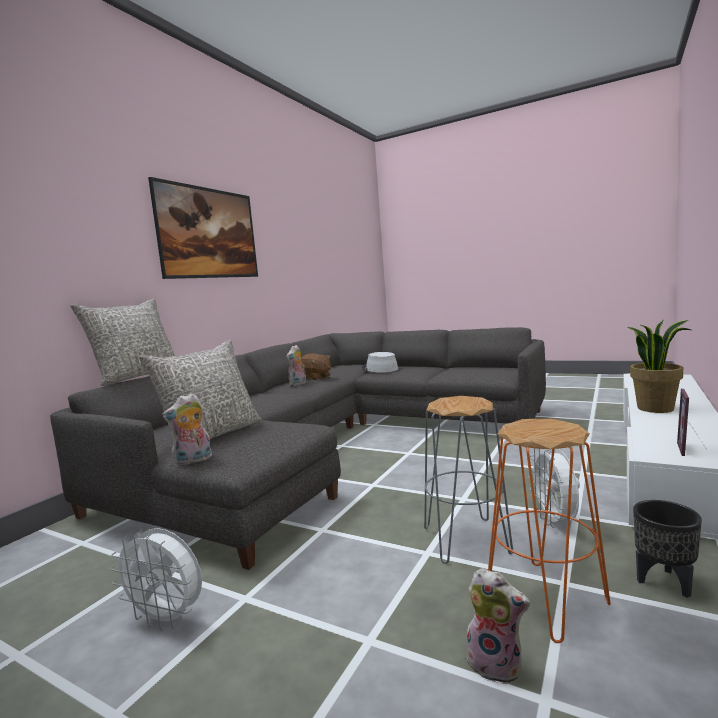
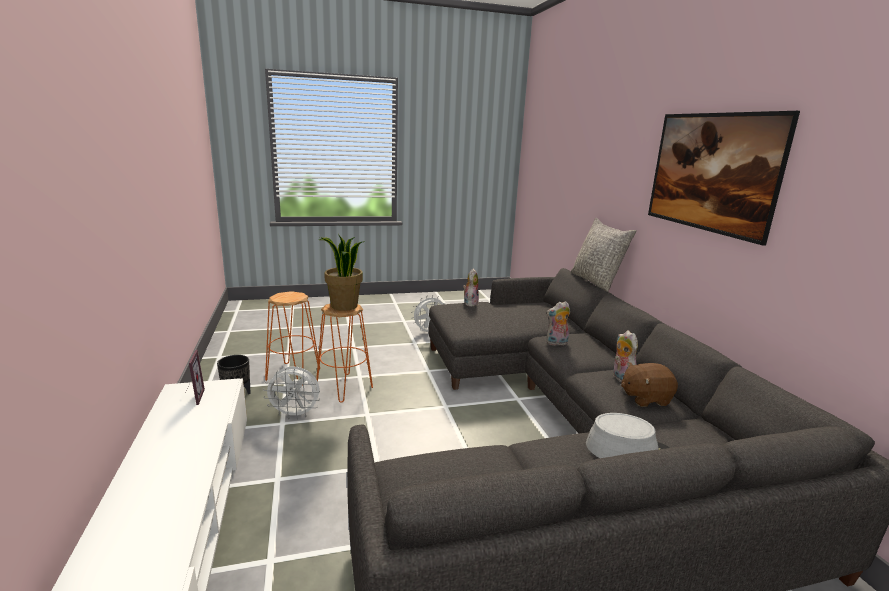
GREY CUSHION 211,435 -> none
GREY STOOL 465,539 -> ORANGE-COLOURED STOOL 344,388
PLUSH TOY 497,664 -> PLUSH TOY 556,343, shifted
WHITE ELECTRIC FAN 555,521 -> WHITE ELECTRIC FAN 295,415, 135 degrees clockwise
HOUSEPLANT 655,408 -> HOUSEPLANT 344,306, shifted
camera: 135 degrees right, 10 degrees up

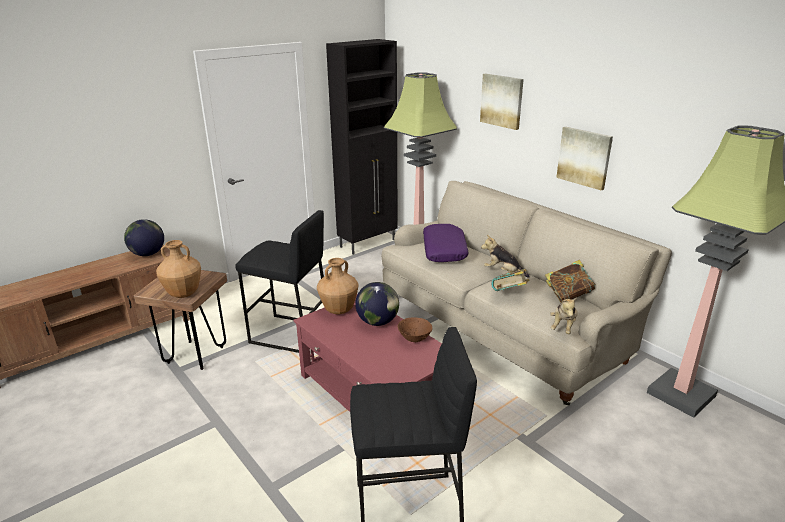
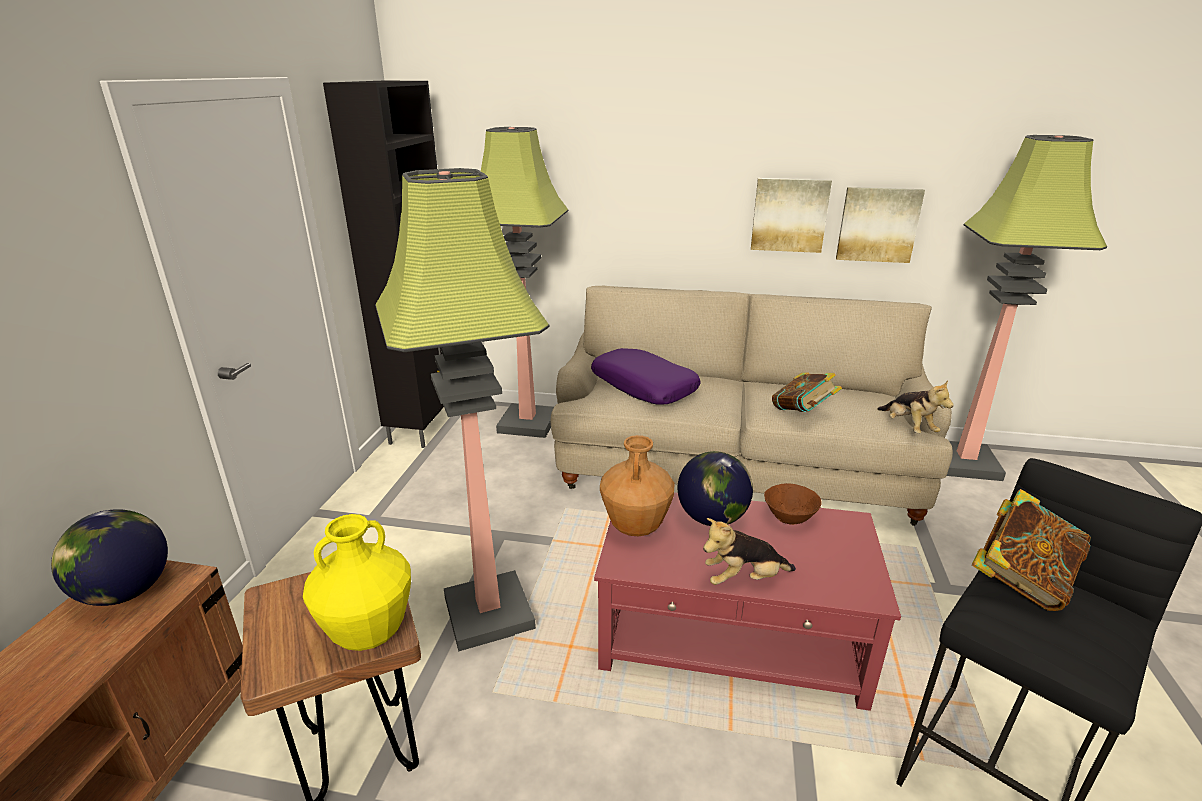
BROWN-COLOURED VASE 183,294 -> YELLOW VASE 368,634
BLACKISH STOOL 290,334 -> STANDING LAMP 490,613
PICTURE 502,101 -> PICTURE 878,224, shifted
PLUSH TOY 503,272 -> PLUSH TOY 743,579, shifted
BOUND BOOK 568,296 -> BOUND BOOK 1021,580, shifted
camera: 40 degrees left, 0 degrees up

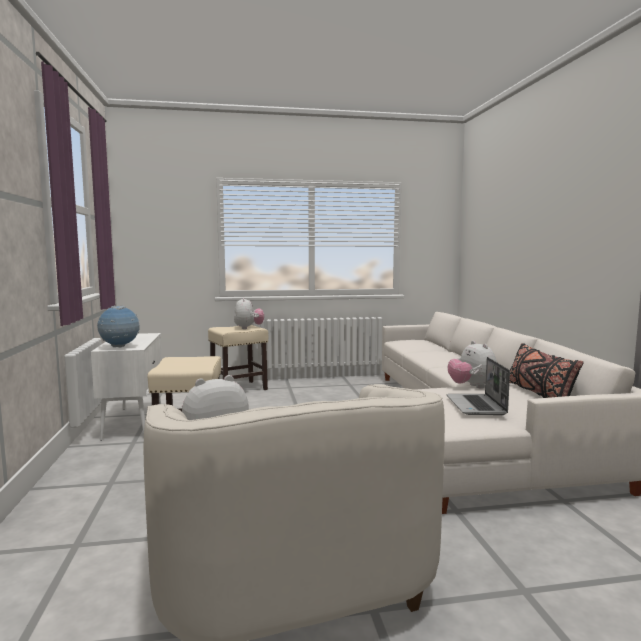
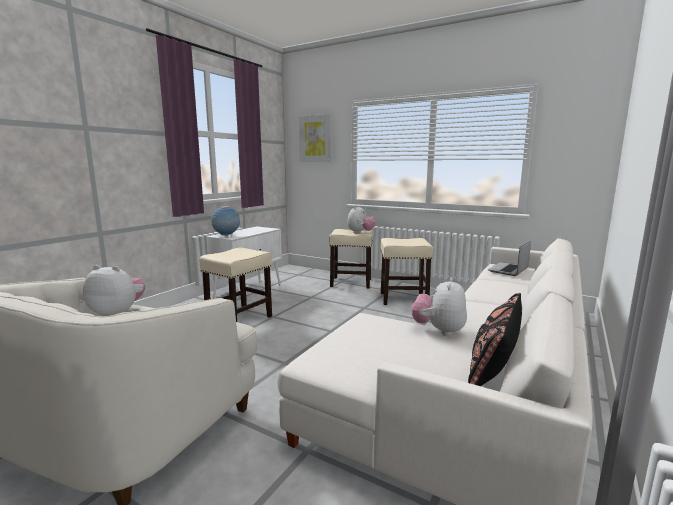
PORTABLE COMPUTER 476,406 -> PORTABLE COMPUTER 508,270, shifted
none -> PICTURE 315,139
none -> BEIGE-COLOURED STOOL 403,299
camera: 40 degrees right, 5 degrees up

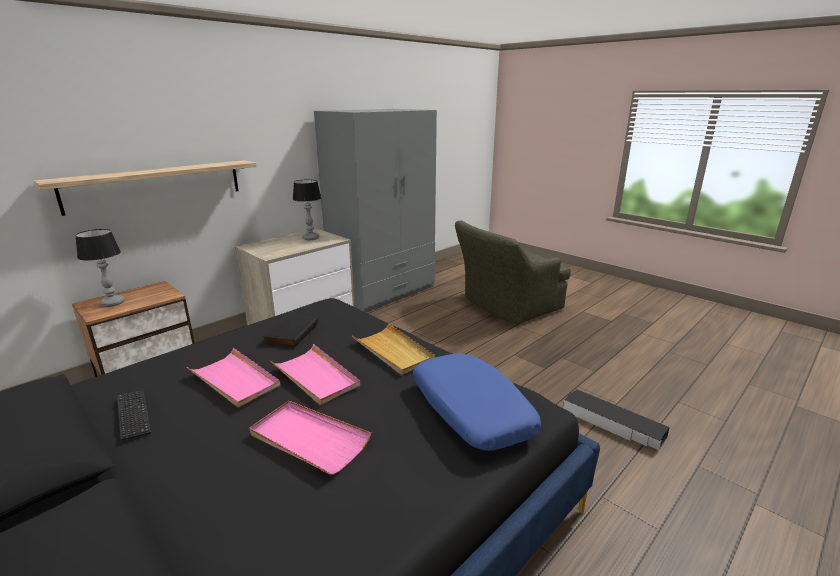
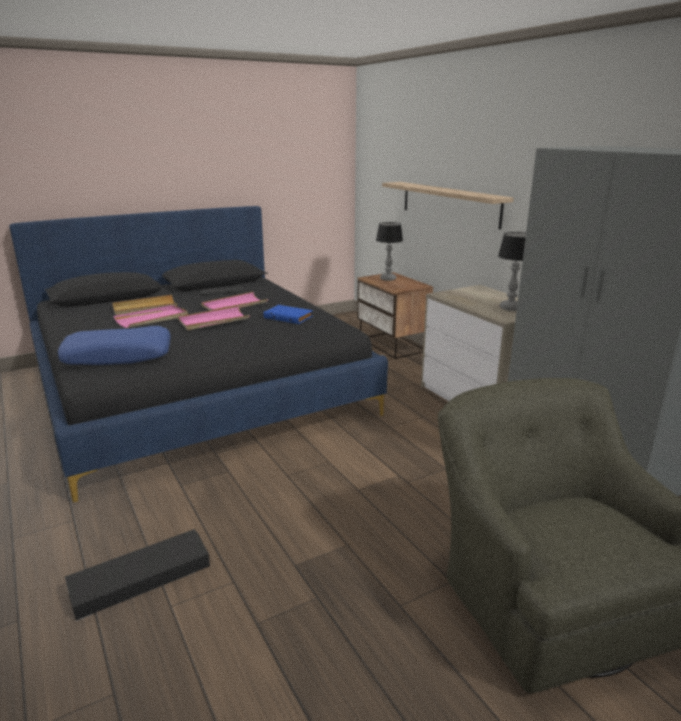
BLACKISH BOUND BOOK 290,333 -> BLUE BOUND BOOK 289,317
BEIGE-COLOURED CARRYING TRAY 393,351 -> BEIGE-COLOURED CARRYING TRAY 144,307, shifted
camera: 105 degrees right, 0 degrees up

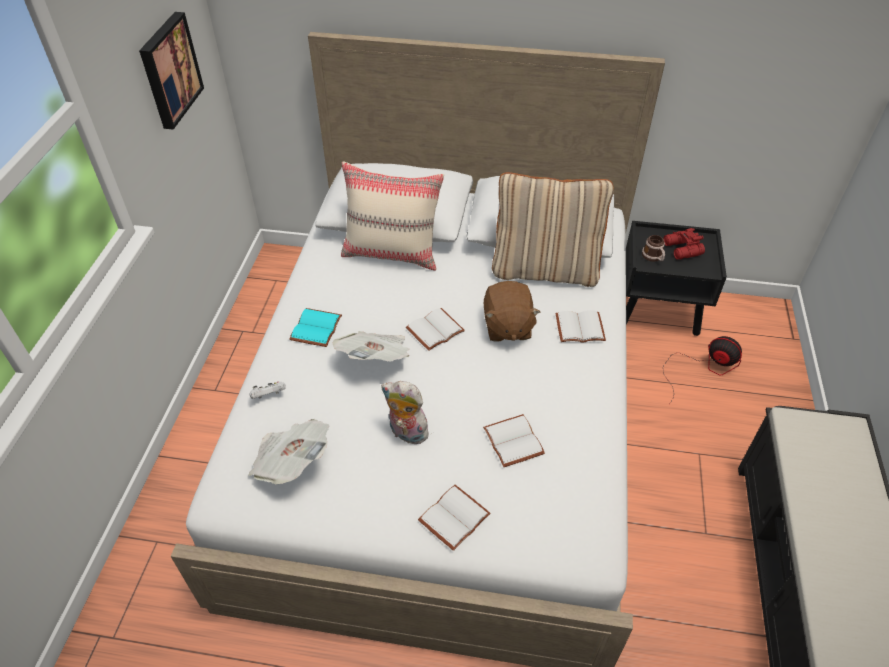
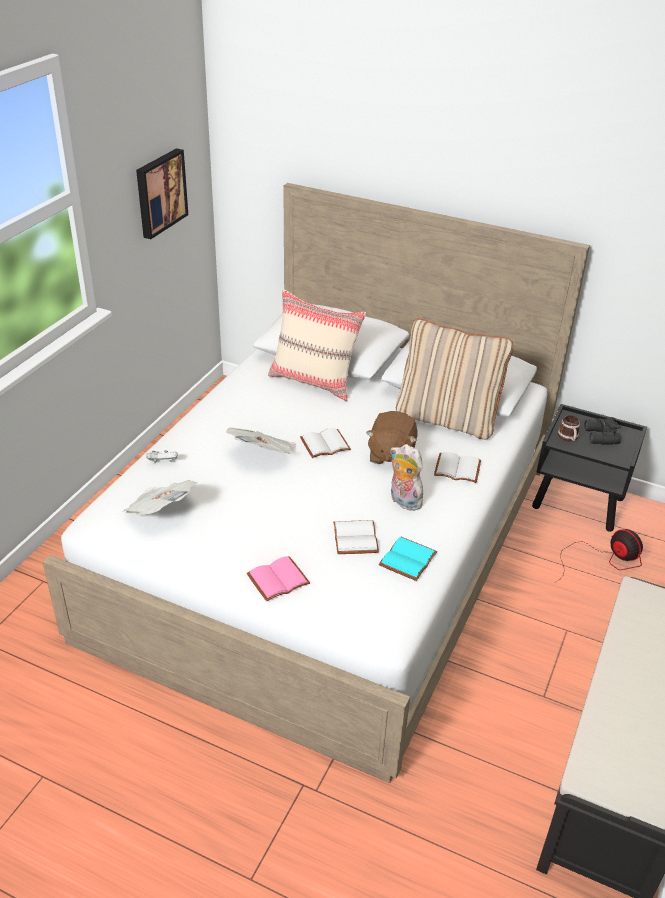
TURQUOISE BOUND BOOK 317,329 -> TURQUOISE BOUND BOOK 409,560, shifted
PLUSH TOY 406,433 -> PLUSH TOY 403,501, shifted
WHITE BOUND BOOK 453,516 -> PINKISH BOUND BOOK 278,578
RED-COLOURED FIELD GLASSES 682,249 -> BLACKISH FIELD GLASSES 600,437
camera: 15 degrees right, 10 degrees down

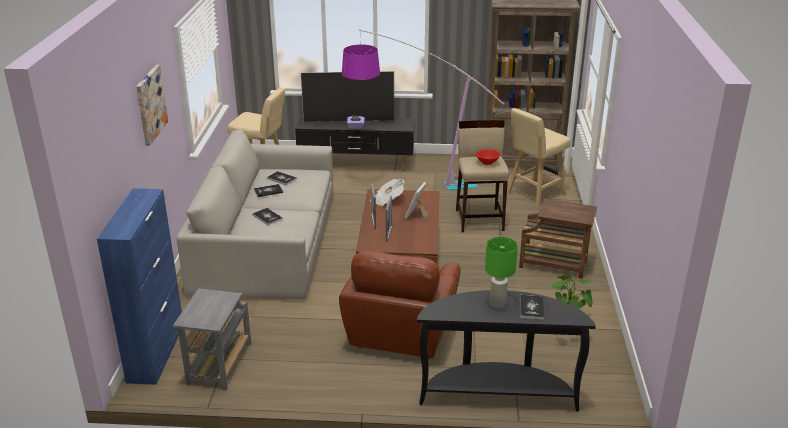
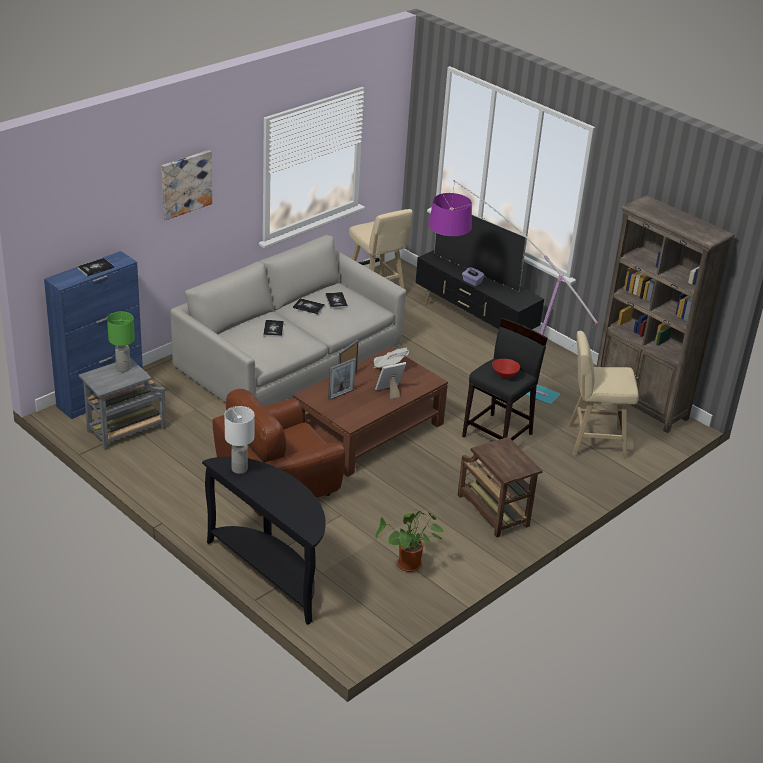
BEIGE-COLOURED STOOL 480,220 -> BLACKISH STOOL 498,435
GREEN TABLETOP LAMP 497,303 -> GREEN TABLETOP LAMP 123,368, shifted
BOUND BOOK 531,308 -> BOUND BOOK 95,268, shifted
none -> WHITE TABLETOP LAMP 240,469
camera: 40 degrees right, 5 degrees up

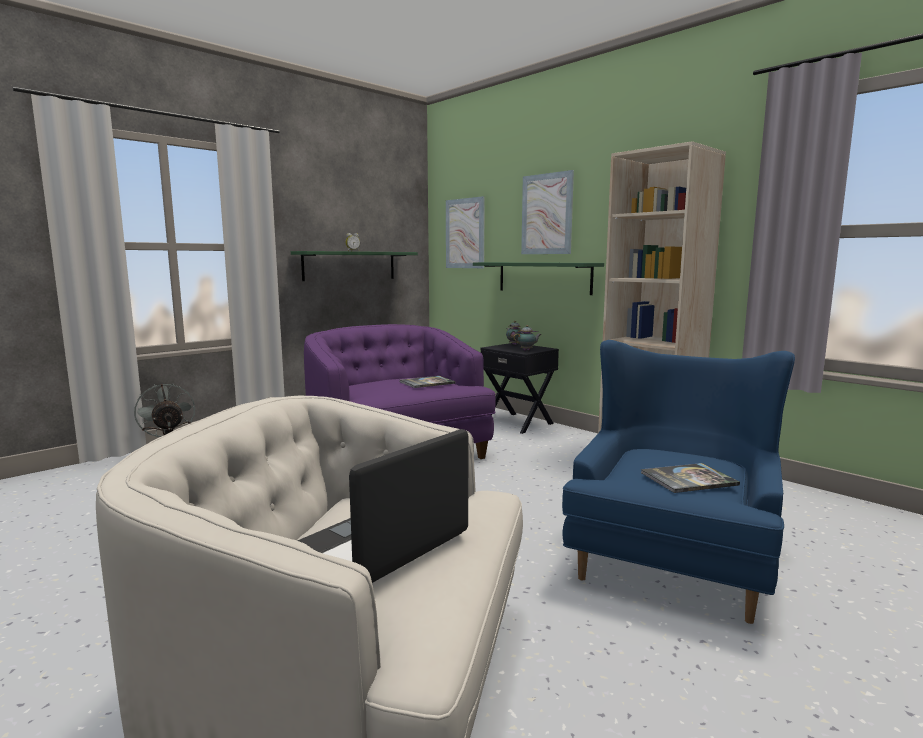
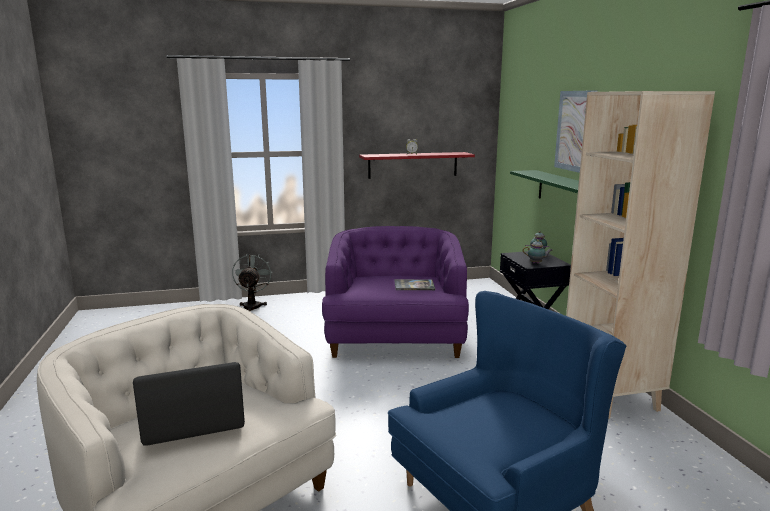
GREEN SHELF 350,265 -> RED-COLOURED SHELF 413,165
PICTURE 465,233 -> none
BOUND BOOK 688,479 -> none
camera: 30 degrees right, 5 degrees up

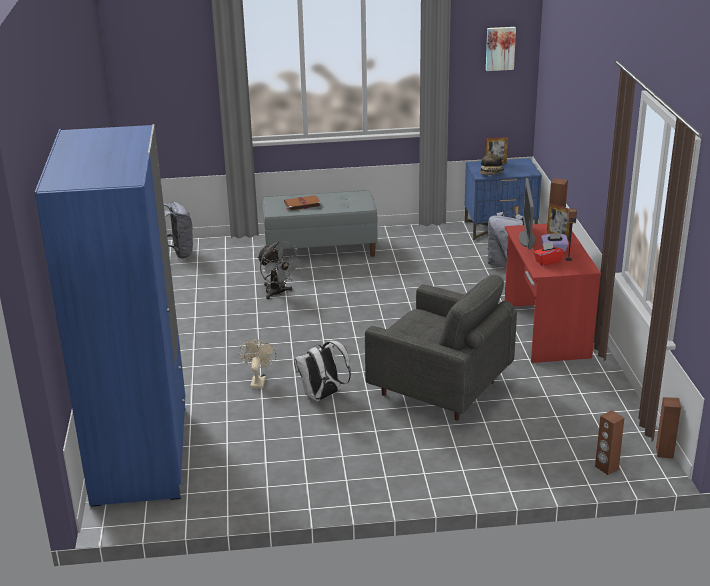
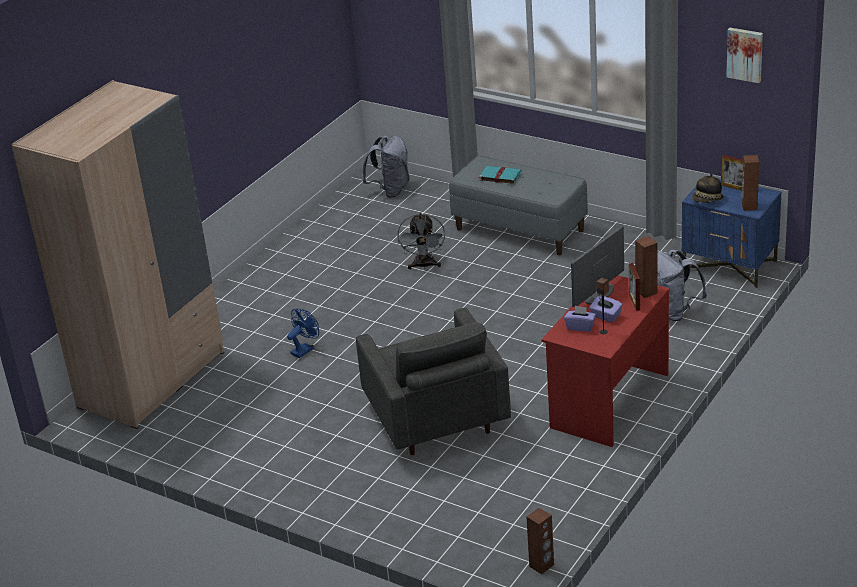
BLUE WARDROBE 141,454 -> BEIGE-COLOURED WARDROBE 152,379
BEIGE-COLOURED ELECTRIC FAN 258,381 -> BLUE ELECTRIC FAN 305,349
BROWN-COLOURED BOUND BOOK 301,204 -> TURQUOISE BOUND BOOK 499,176
WHITE BACKPACK 323,396 -> none
RED-COLOURED BOX OF TISSUES 547,261 -> PURPLE BOX OF TISSUES 580,326
BROWN-COLOURED AUDIO SPEAKER 606,468 -> BROWN-COLOURED AUDIO SPEAKER 749,206, shifted
camera: 40 degrees right, 5 degrees up

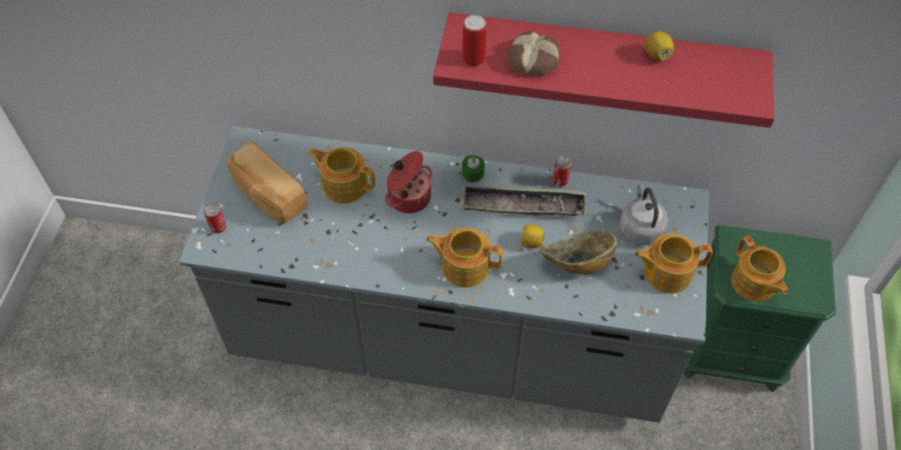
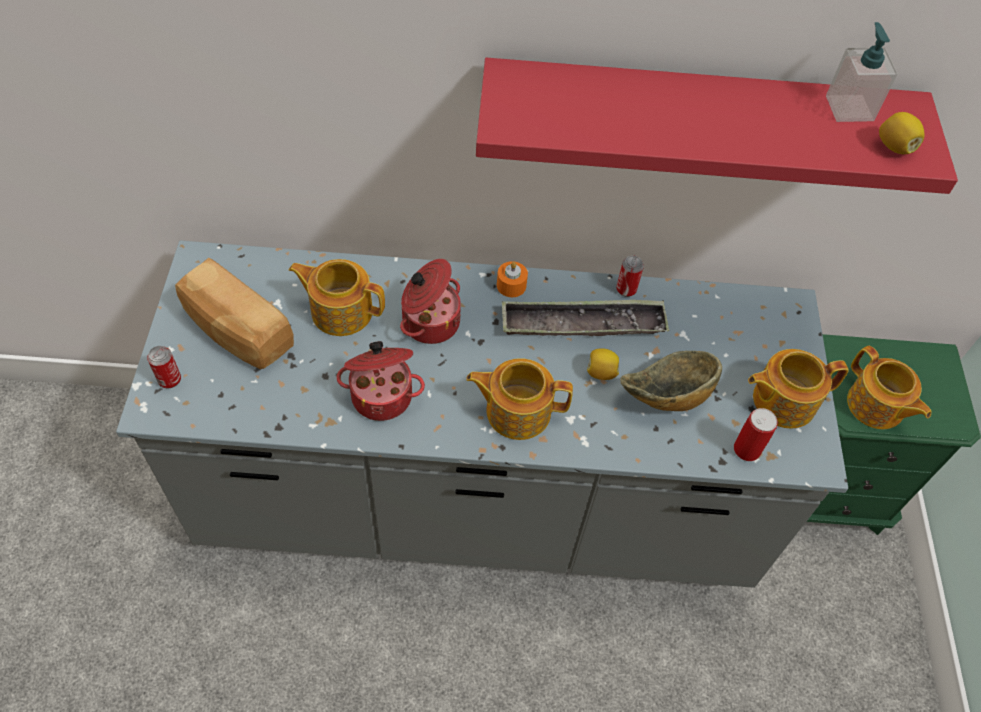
GREEN WAX LIGHT 473,173 -> ORANGE-COLOURED WAX LIGHT 511,285
SEALED CAN 473,58 -> SEALED CAN 747,449, shifted
BAKED BREAD 534,60 -> none
GREY KETTLE 640,228 -> none
CITRUS FRUIT 657,55 -> CITRUS FRUIT 894,147, shifted
none -> STOCKPOT 382,394
none -> LIQUID SOAP BOTTLE 849,108
camera: 10 degrees left, 0 degrees up

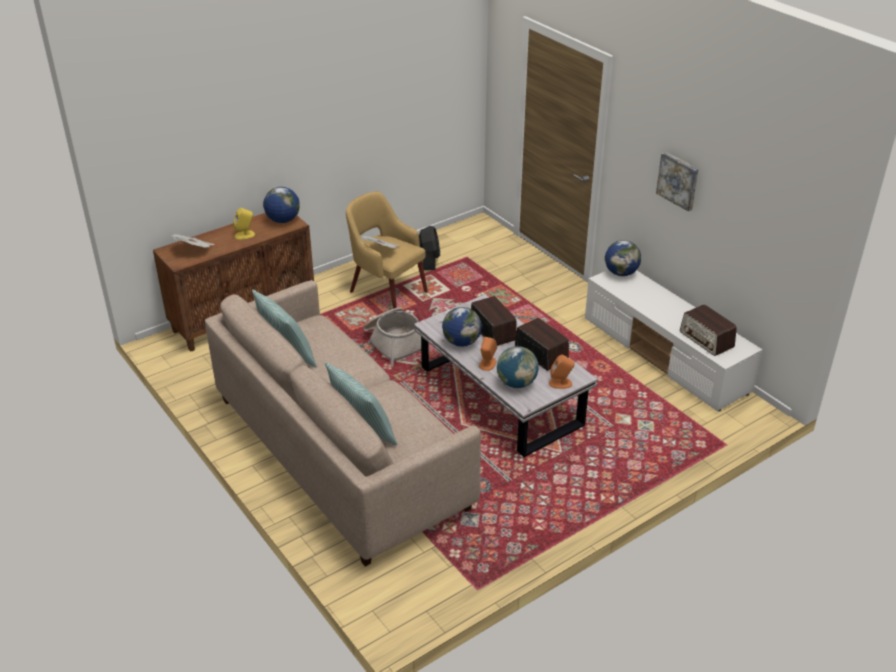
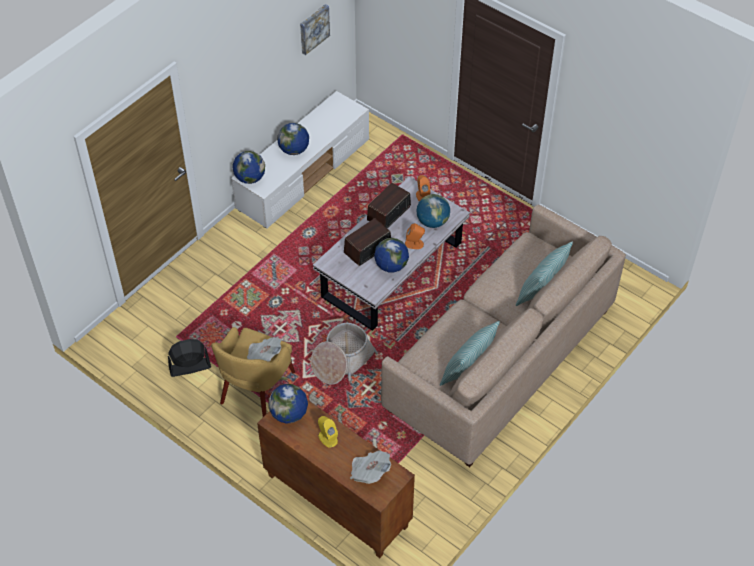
PICTURE 678,180 -> PICTURE 313,28, shifted
RADIO SET 706,340 -> none
none -> GLOBE 294,150
camera: 105 degrees left, 15 degrees up

